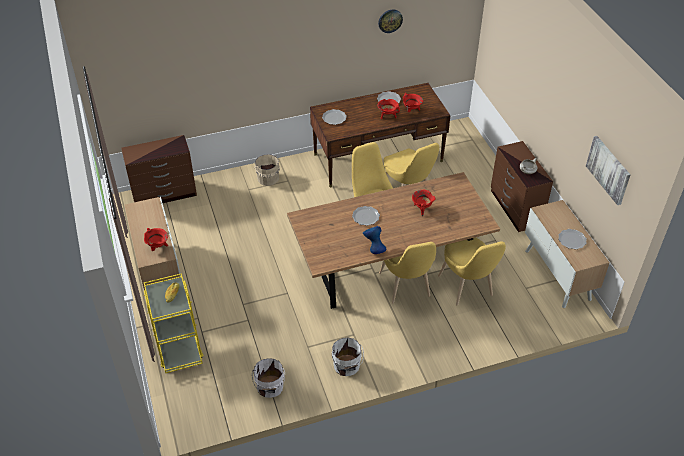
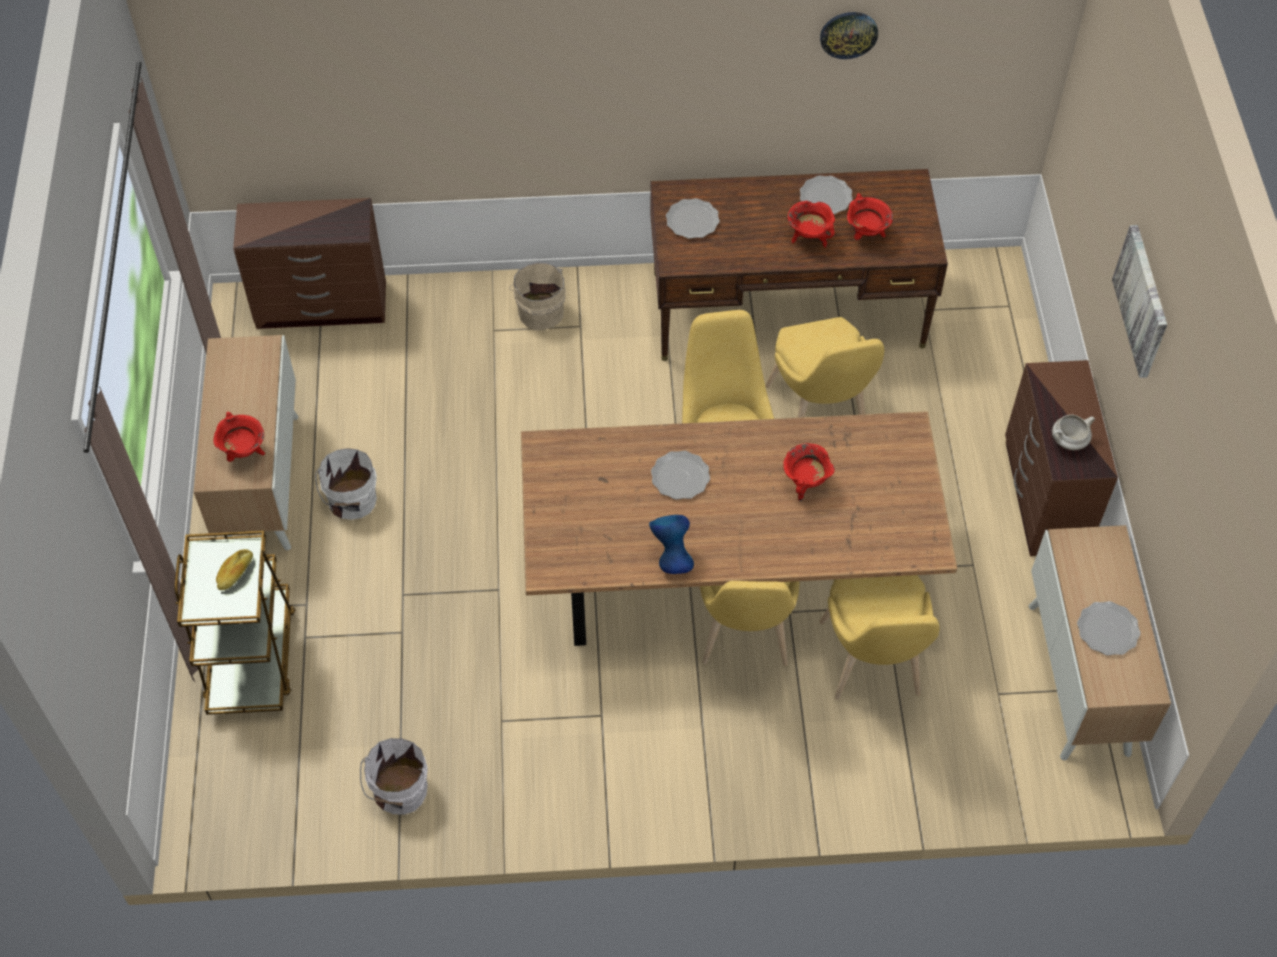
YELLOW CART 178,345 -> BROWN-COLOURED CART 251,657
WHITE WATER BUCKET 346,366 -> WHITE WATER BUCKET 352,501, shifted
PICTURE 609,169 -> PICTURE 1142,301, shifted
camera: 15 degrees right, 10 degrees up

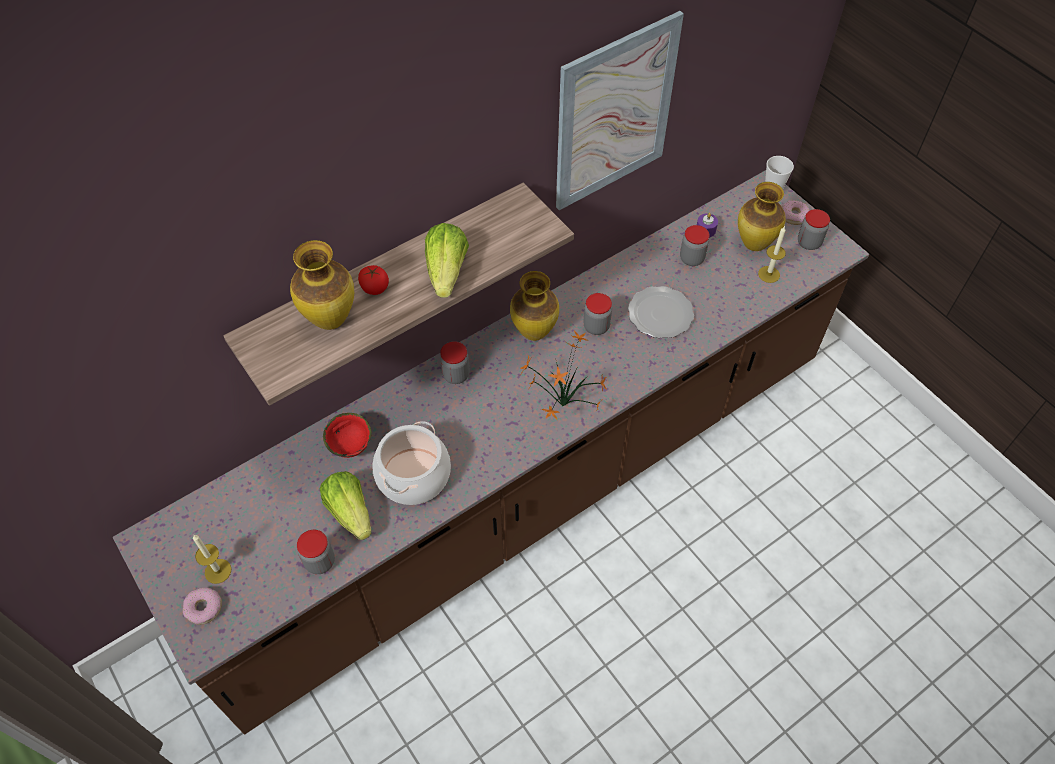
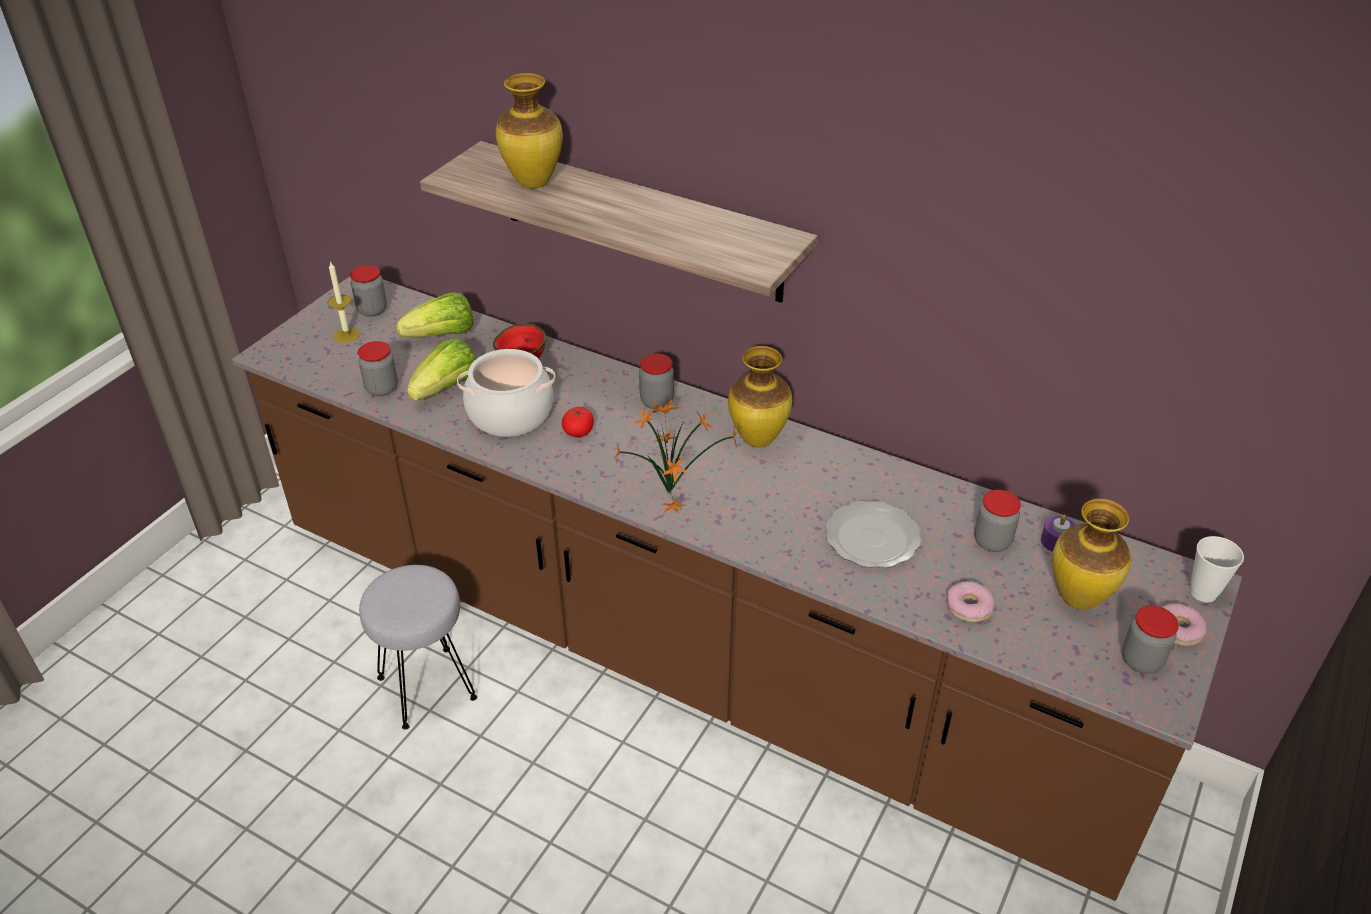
RING DOUGHNUT 204,608 -> RING DOUGHNUT 969,607, shifted
FRESH TOMATO 375,287 -> FRESH TOMATO 578,431, shifted
LETTUCE HEAD 447,272 -> LETTUCE HEAD 442,336, shifted
PICTURE 614,114 -> none
STORAGE JAR 596,326 -> STORAGE JAR 372,310, shifted
WAX LIGHT 769,274 -> none
none -> GREY STOOL 428,687
camera: 65 degrees right, 15 degrees down

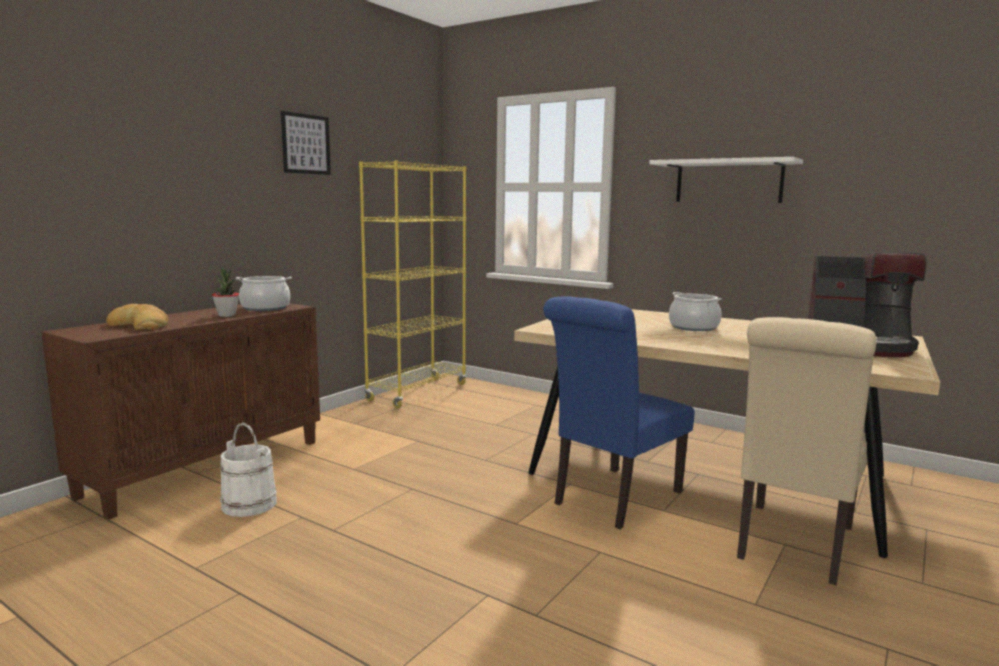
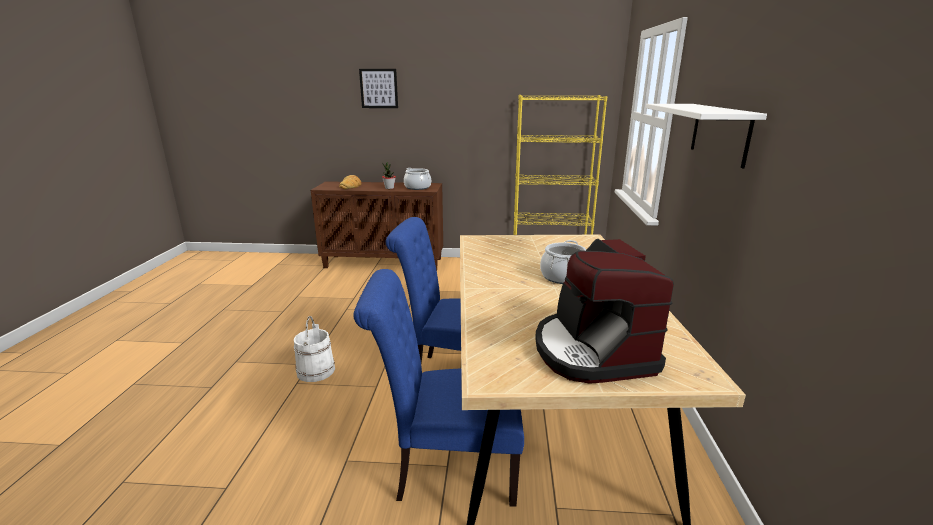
WHITE WATER BUCKET 249,504 -> WHITE WATER BUCKET 315,371, shifted
PICTURE 305,144 -> PICTURE 379,88, shifted
BEIGE-COLOURED CHAIR 792,545 -> BLUE CHAIR 448,470
camera: 60 degrees right, 10 degrees up

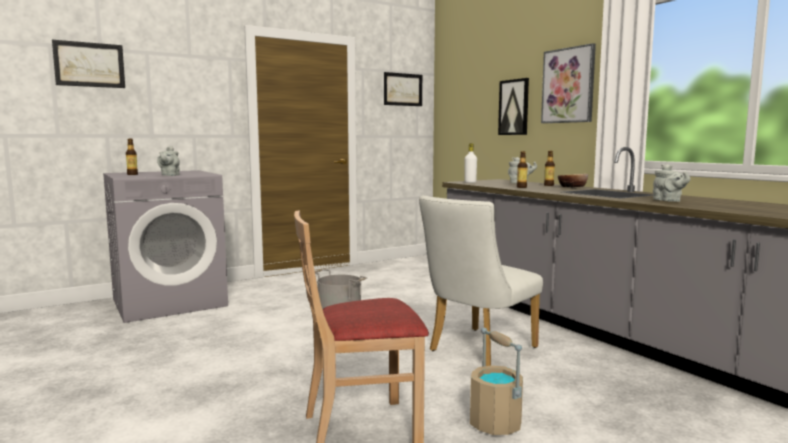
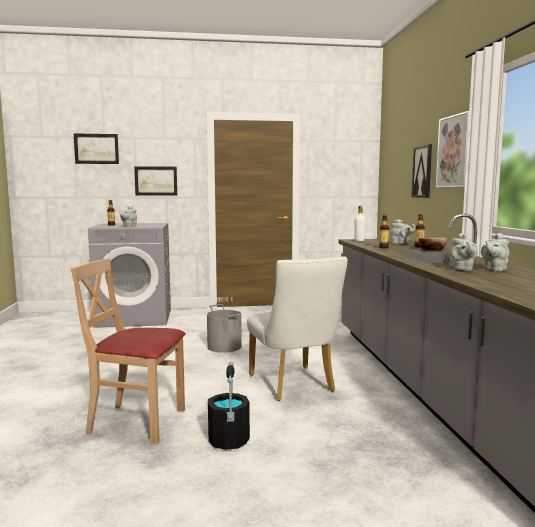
PICTURE 403,89 -> PICTURE 156,181, shifted
WHITE CHAIR 477,351 -> WHITE CHAIR 294,385, 90 degrees counterclockwise
BEIGE-COLOURED WATER BUCKET 496,424 -> BLACKISH WATER BUCKET 229,440
none -> GREY POT FOR TEA 494,269
camera: 25 degrees right, 0 degrees up

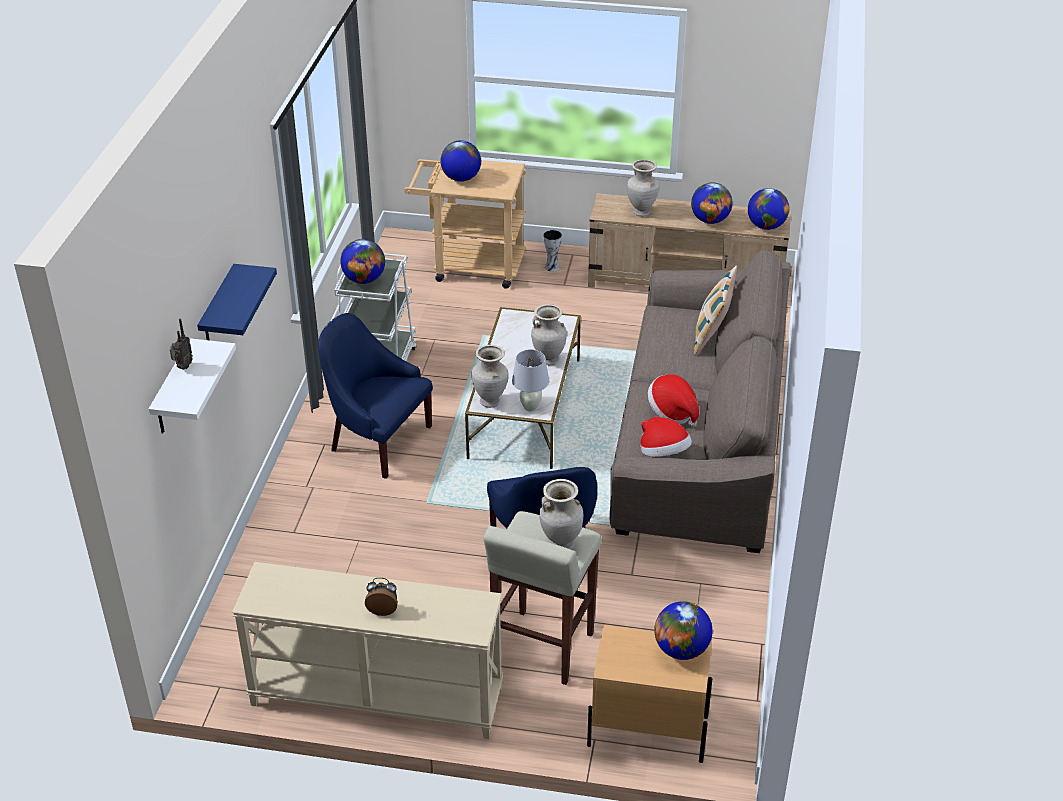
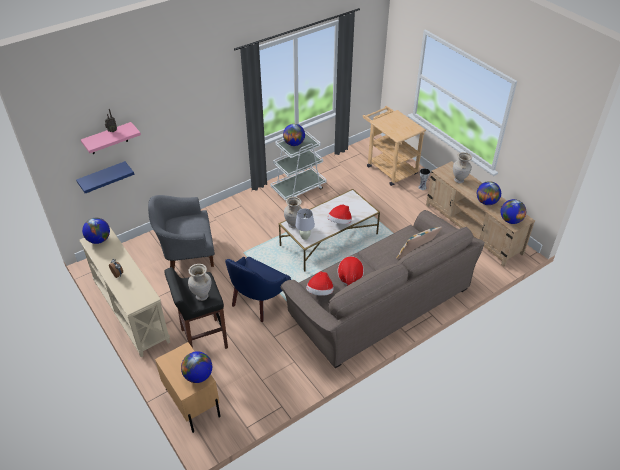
WHITE SHELF 172,390 -> PINKISH SHELF 108,139
BLUE SHELF 218,310 -> BLUE SHELF 103,177, shifted
BLUE LOUNGE CHAIR 377,440 -> none
GLOBE 461,178 -> GLOBE 99,240, shifted
BEIGE-COLOURED STOOL 542,648 -> BLACKISH STOOL 203,339
BEIGE-COLOURED VASE 548,360 -> CLOTHING HAT 340,222
none -> GREY LOUNGE CHAIR 186,253
camera: 45 degrees right, 5 degrees up

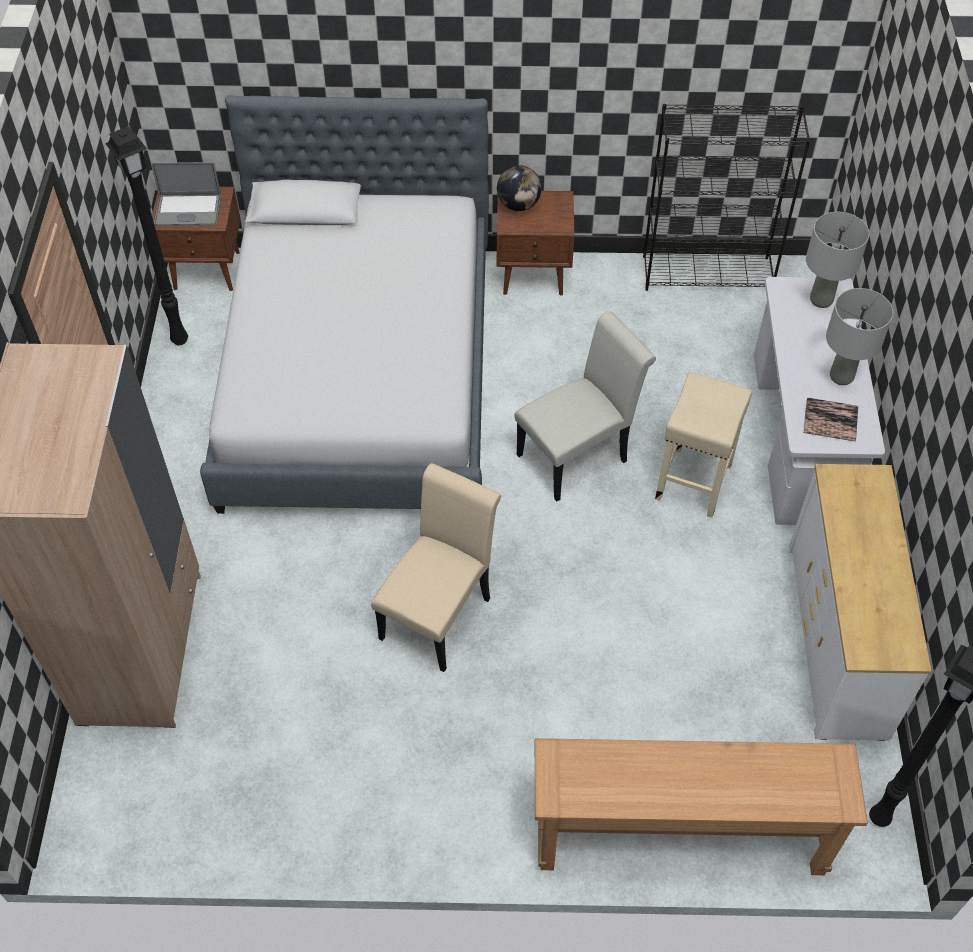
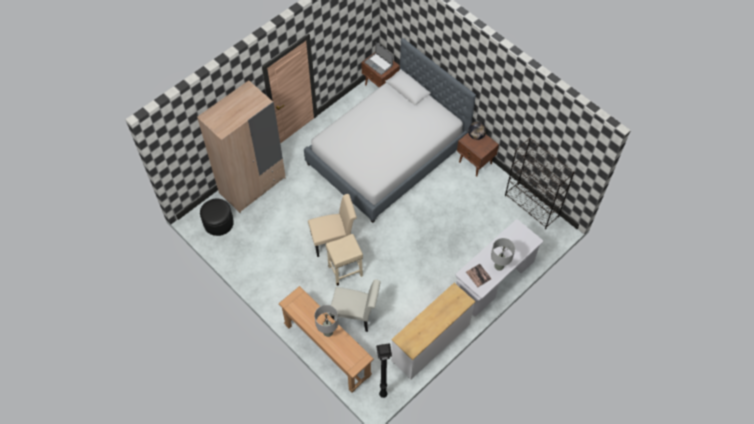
BLACKISH STANDING LAMP 180,339 -> none
WHITE CHAIR 578,454 -> WHITE CHAIR 356,316, shifted
BEIGE-COLOURED STOOL 694,480 -> BEIGE-COLOURED STOOL 346,271, shifted
GREY TABLETOP LAMP 821,299 -> GREY TABLETOP LAMP 328,332, shifted
none -> BLACKISH OTTOMAN 218,223
camera: 45 degrees right, 5 degrees up

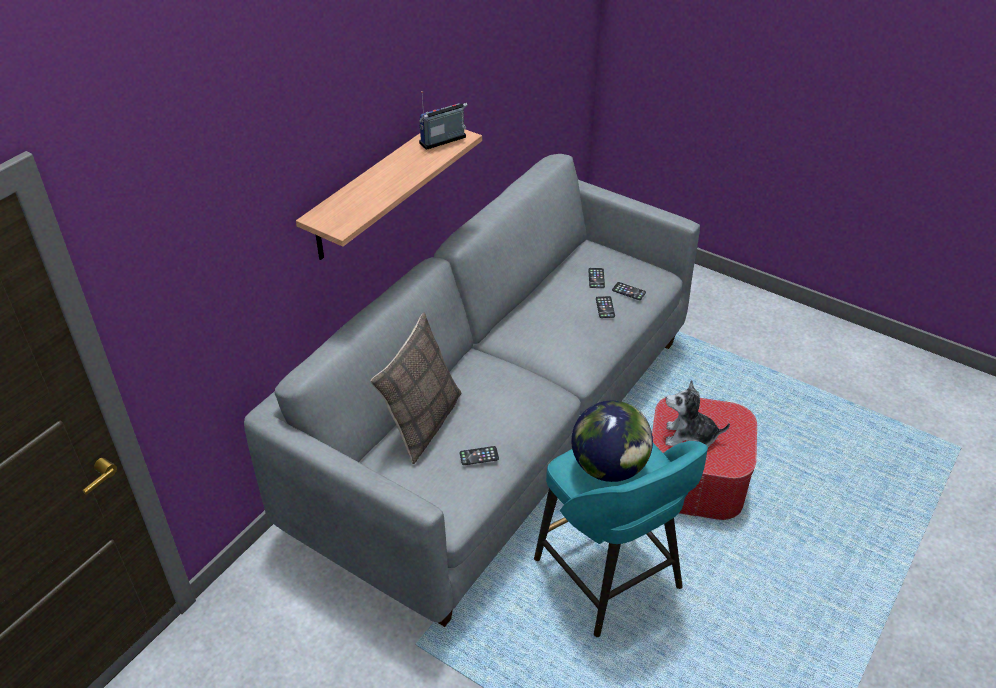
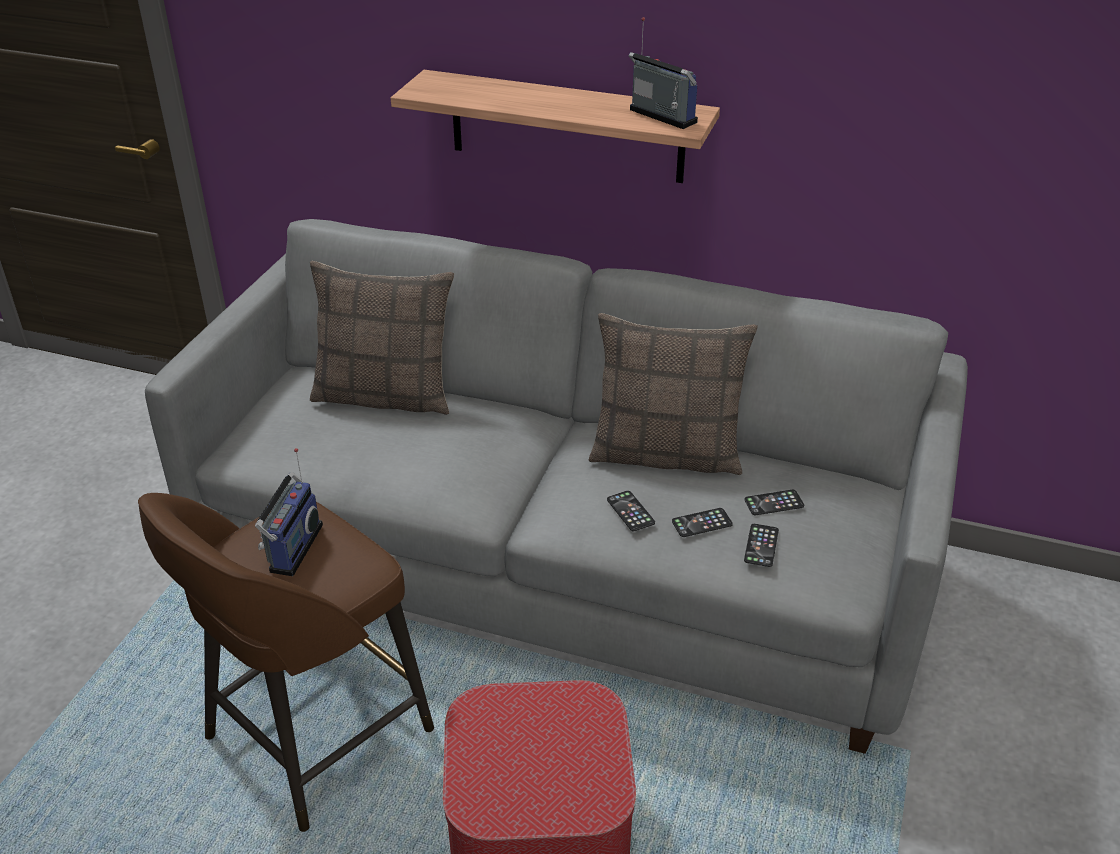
TELEPHONE 479,456 -> TELEPHONE 630,511, shifted
TURQUOISE STOOL 610,576 -> BROWN-COLOURED STOOL 313,737
GLOBE 608,467 -> RADIO SET 292,547
PLUSH TOY 689,437 -> none
none -> CUSHION 666,453
camera: 75 degrees right, 5 degrees down

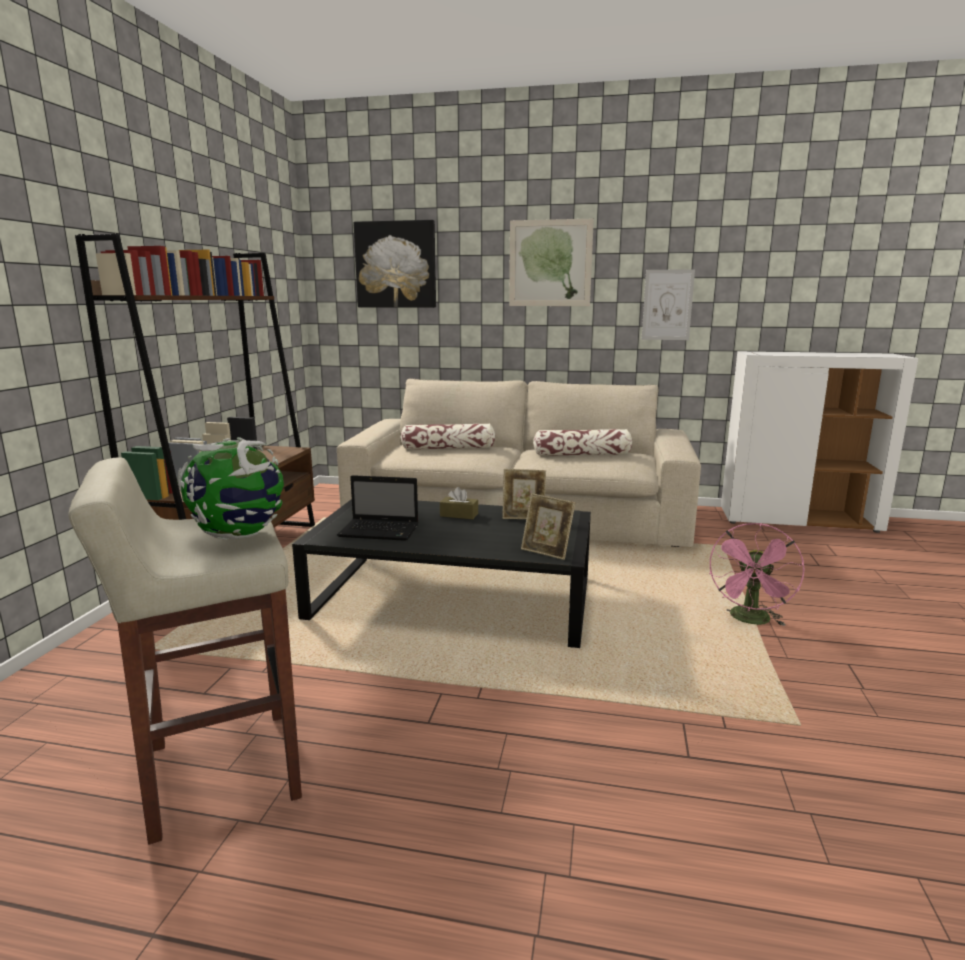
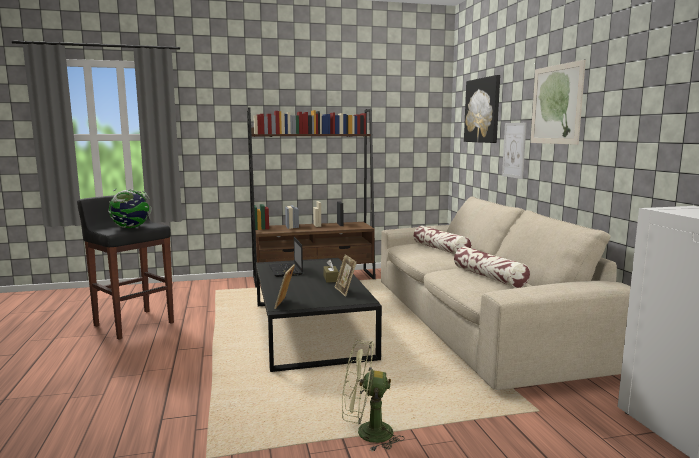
BEIGE-COLOURED STOOL 220,772 -> BLACKISH STOOL 133,324
PICTURE 667,305 -> PICTURE 514,150, shifted
PINKISH ELECTRIC FAN 750,621 -> GREEN ELECTRIC FAN 366,433
camera: 65 degrees right, 5 degrees down

